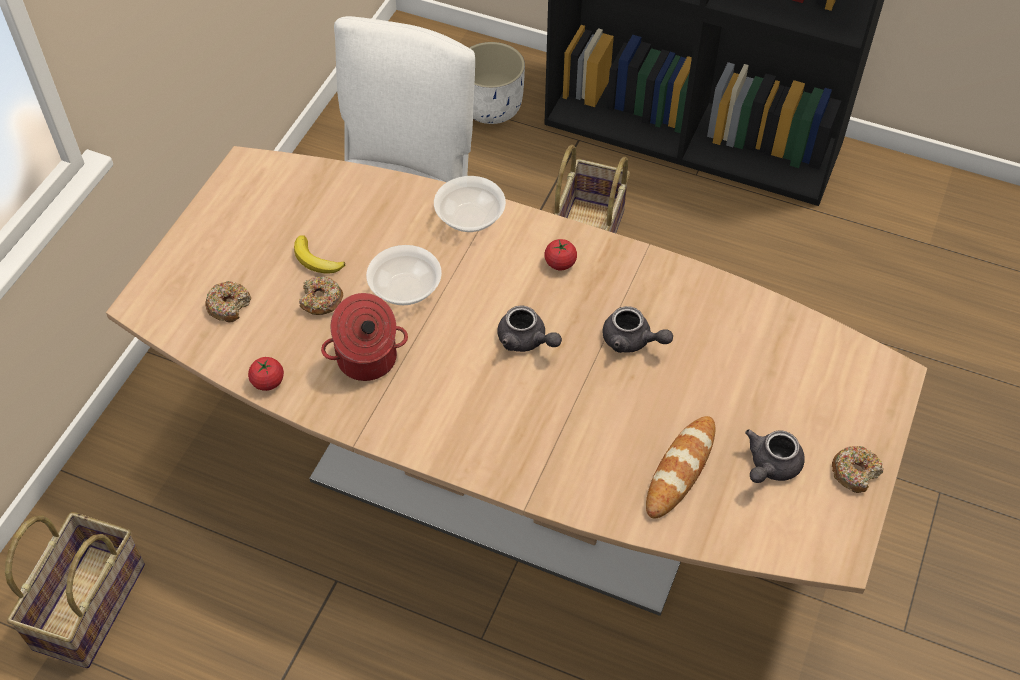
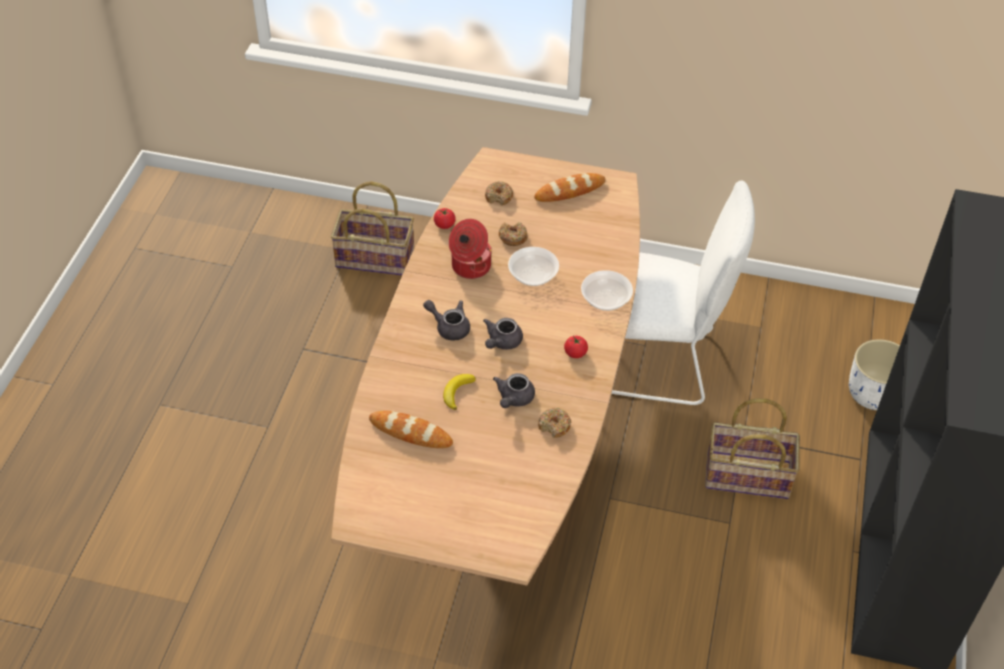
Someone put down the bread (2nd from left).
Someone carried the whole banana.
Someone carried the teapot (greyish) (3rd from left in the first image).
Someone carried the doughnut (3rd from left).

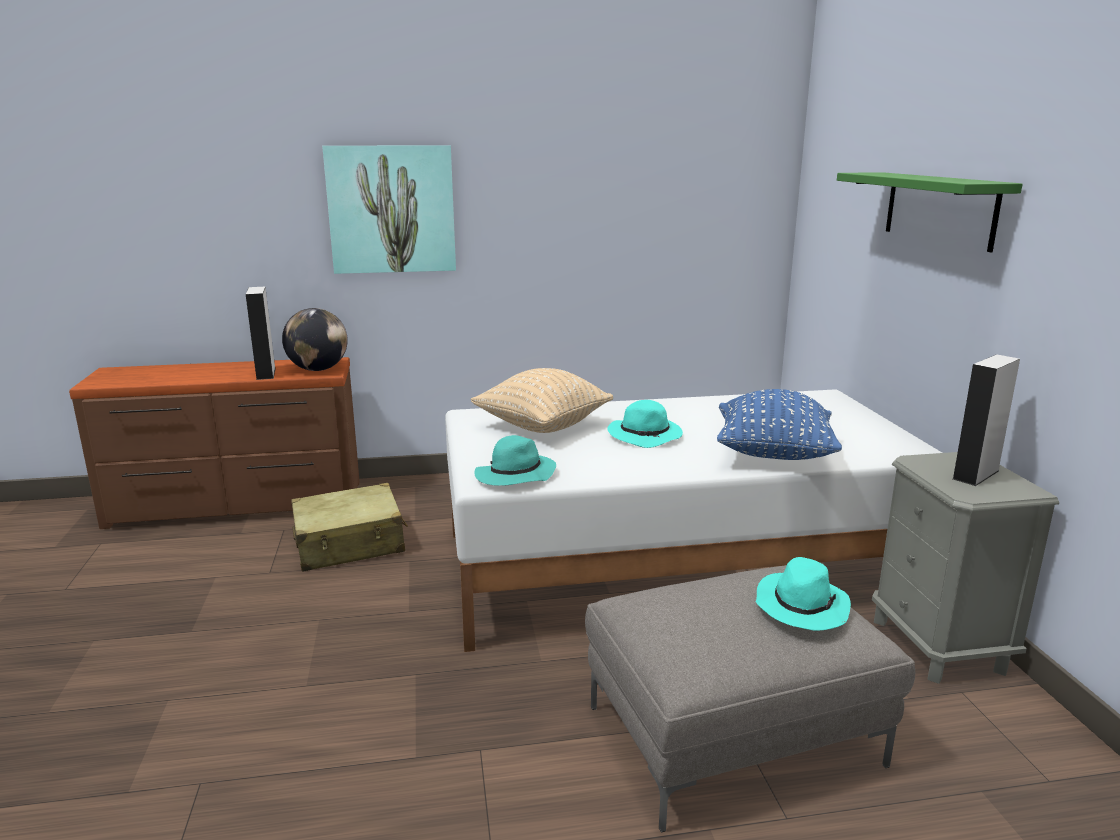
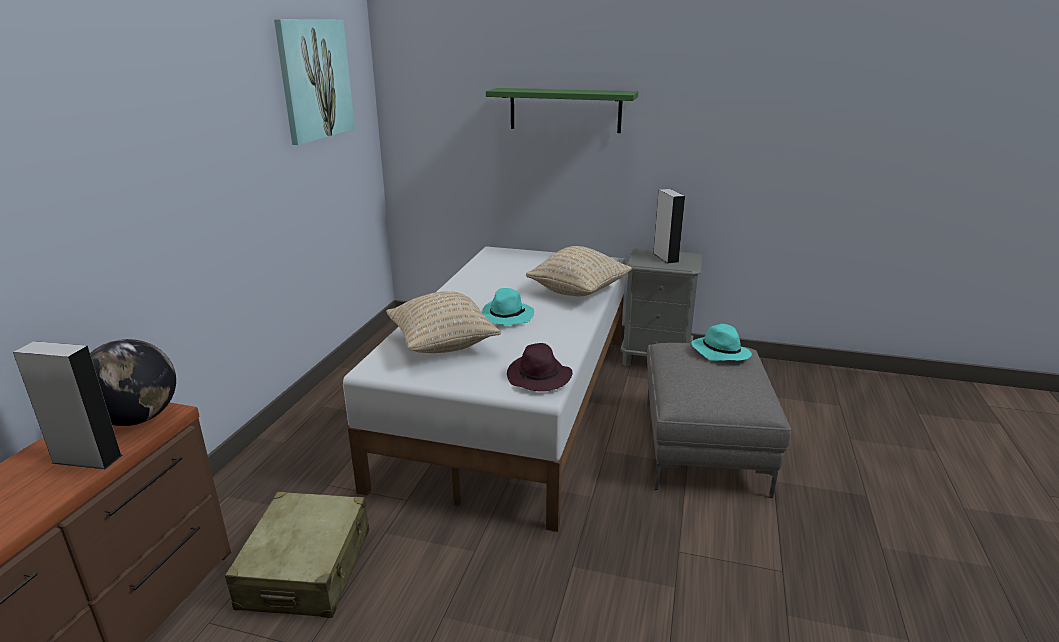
Someone carried the wall picture.
Someone repainted the wearable hat (turquoise-coloured) (1st from left), which became the wearable hat (purplish).
Someone repainted the pillow (bluish), which became the pillow (beige-coloured) (2nd from left).

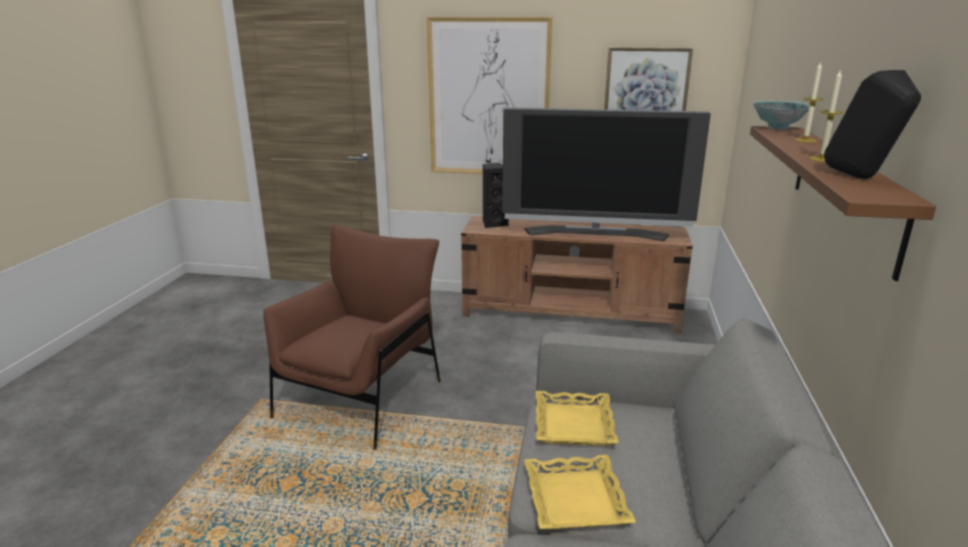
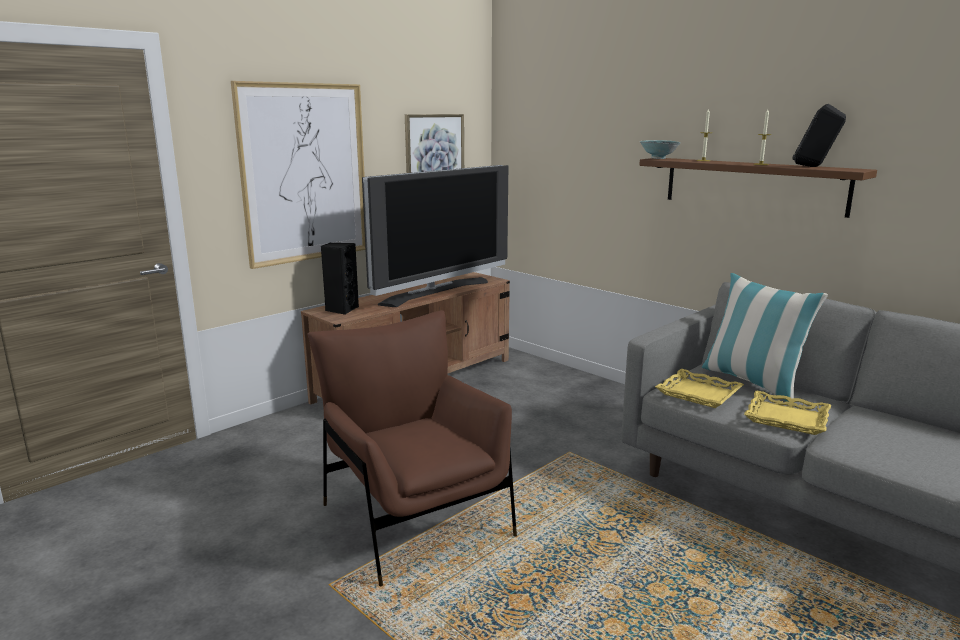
Someone put down the pillow.

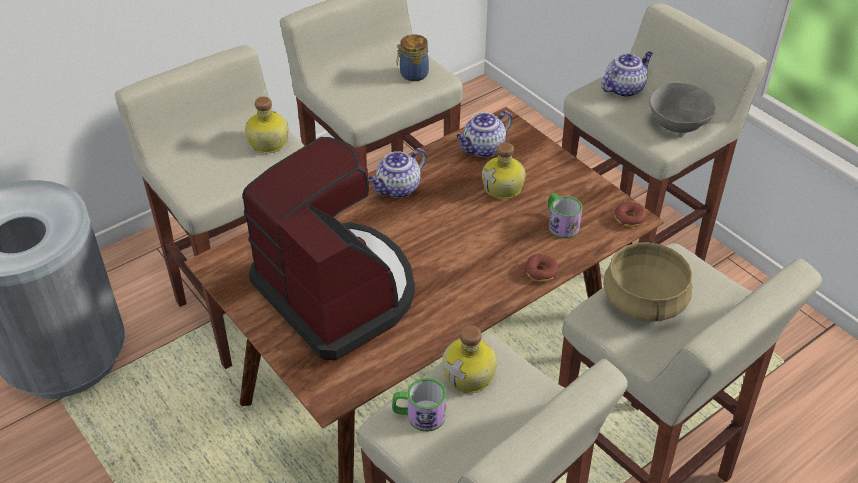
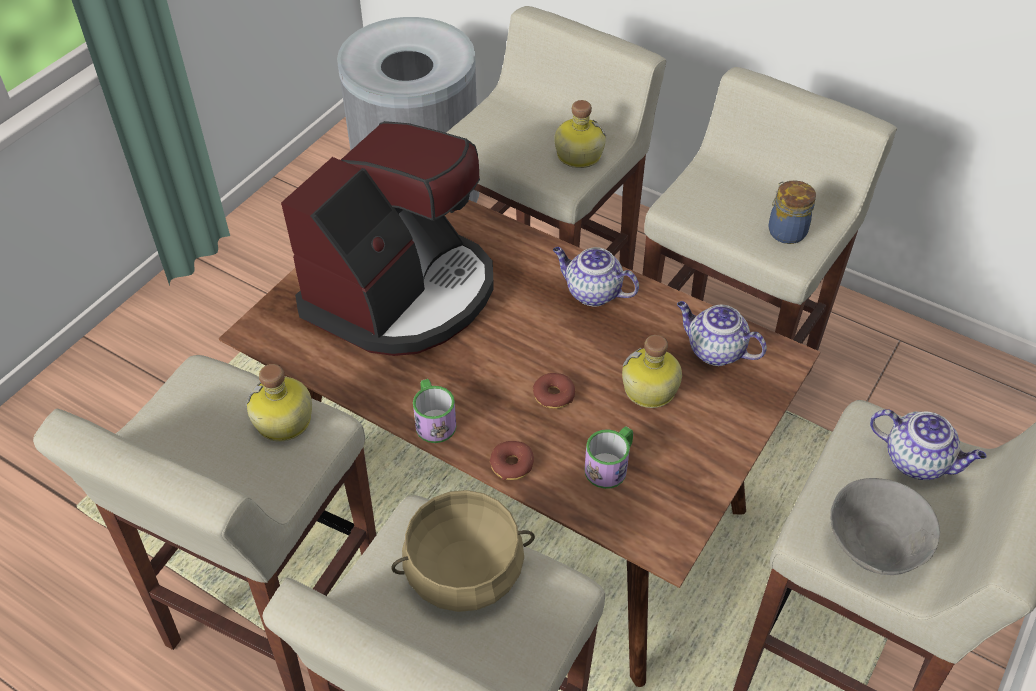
Someone carried the tea mug (1st from left).
Someone carried the doughnut (2nd from left).

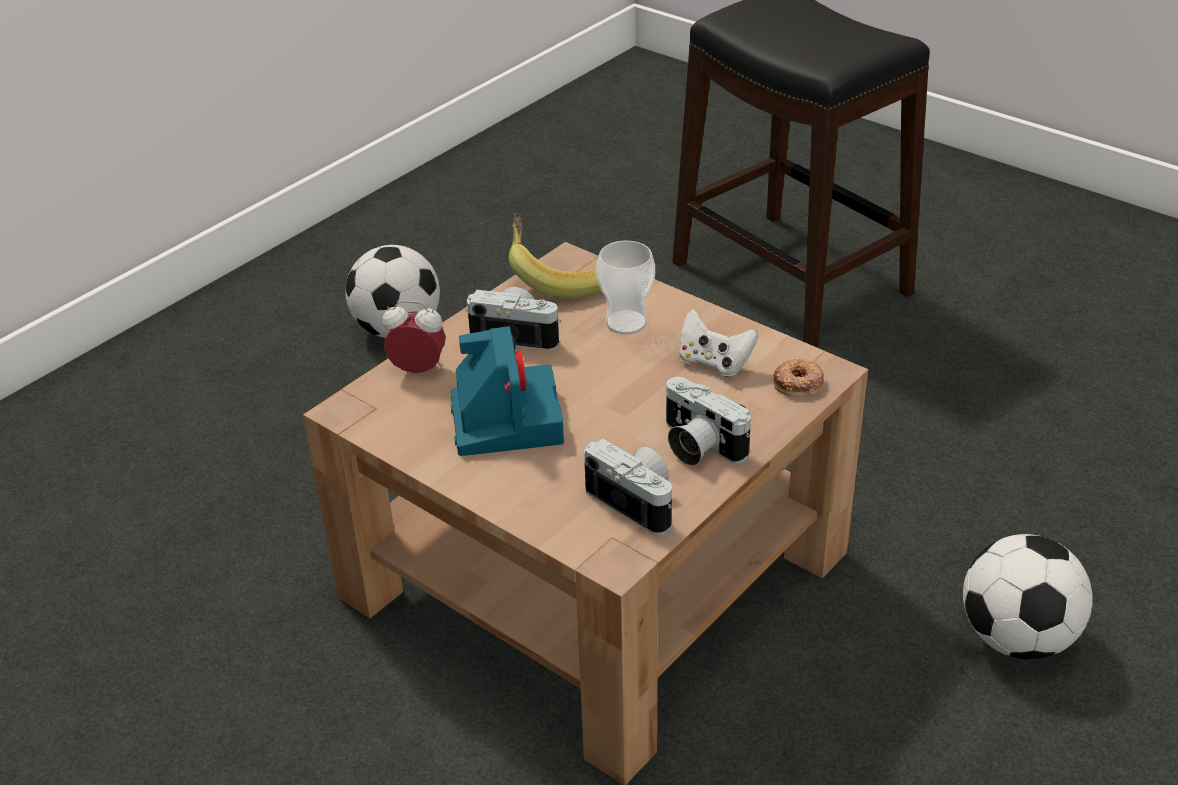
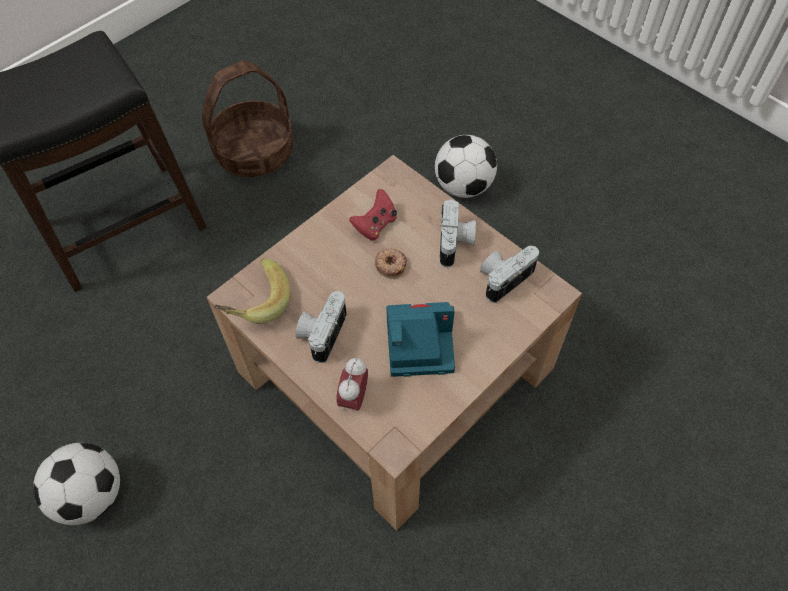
Someone took away the small cup.
Someone put down the basket.
Someone carried the doughnut.
Someone repainted the joypad (white), which became the joypad (red-coloured).
Someone rotated the photo camera (4th from left in the first image) by 45 degrees counterclockwise.

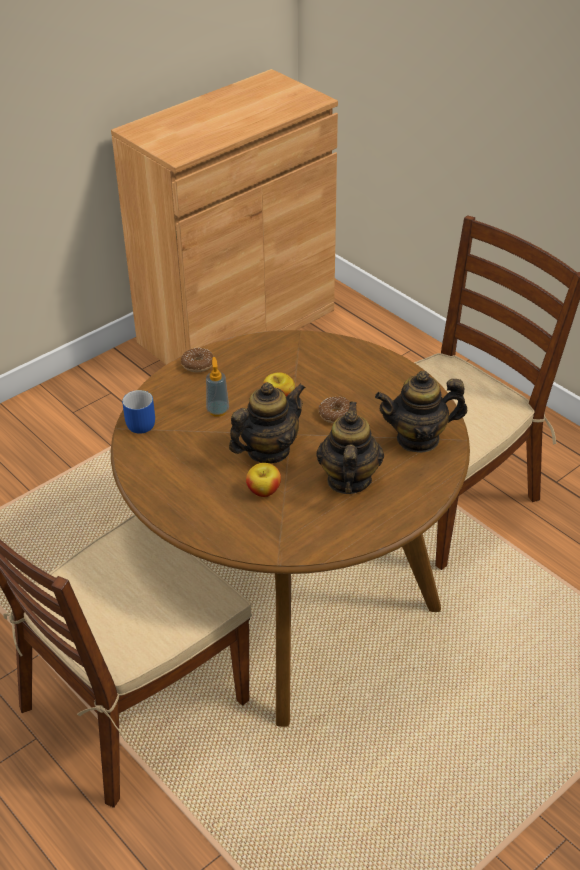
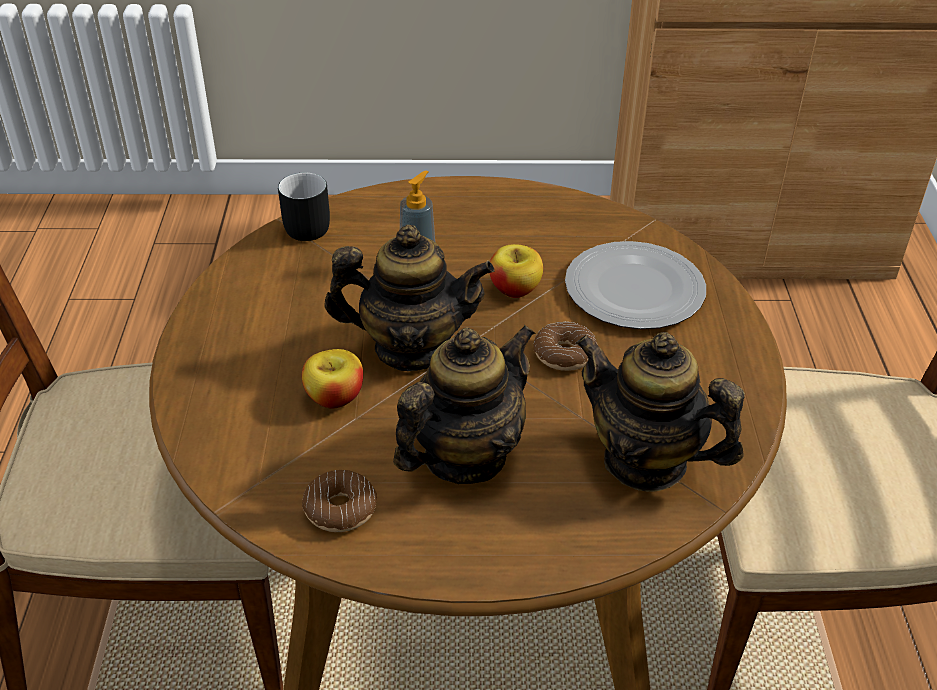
Someone put down the plate.
Someone carried the doughnut (1st from left).
Someone repainted the tea mug (bluish), which became the tea mug (blackish).

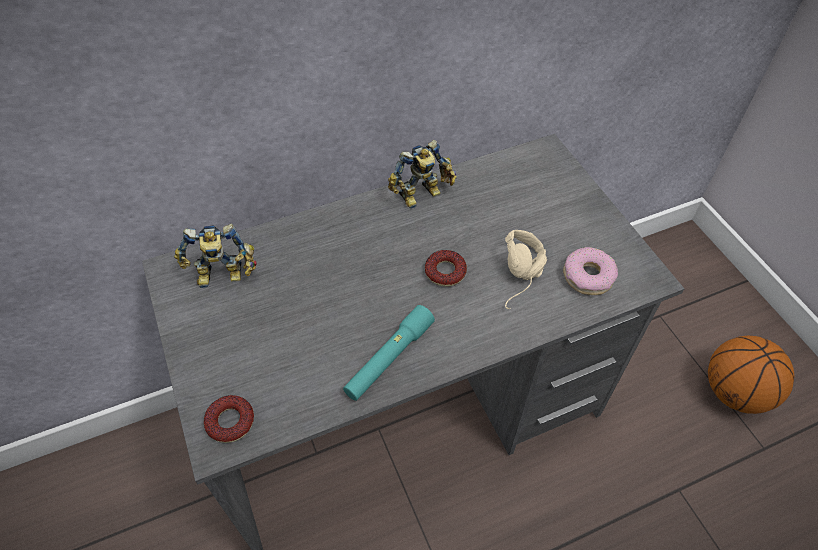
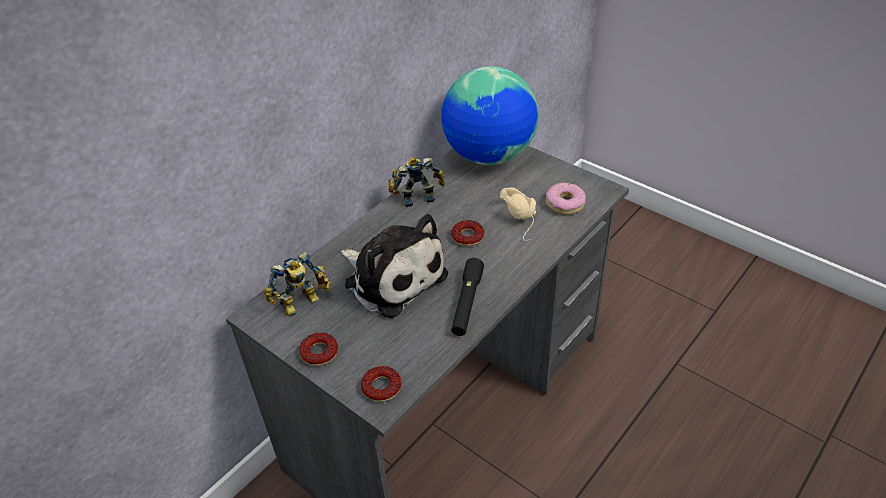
Someone took away the basketball ball.
Someone put down the doughnut (1st from left).
Someone put down the cuddly toy.
Someone put down the desk globe.
Someone repainted the hand torch (turquoise-coloured), which became the hand torch (blackish).
Someone rotated the robot figure (2nd from left) by 135 degrees counterclockwise.

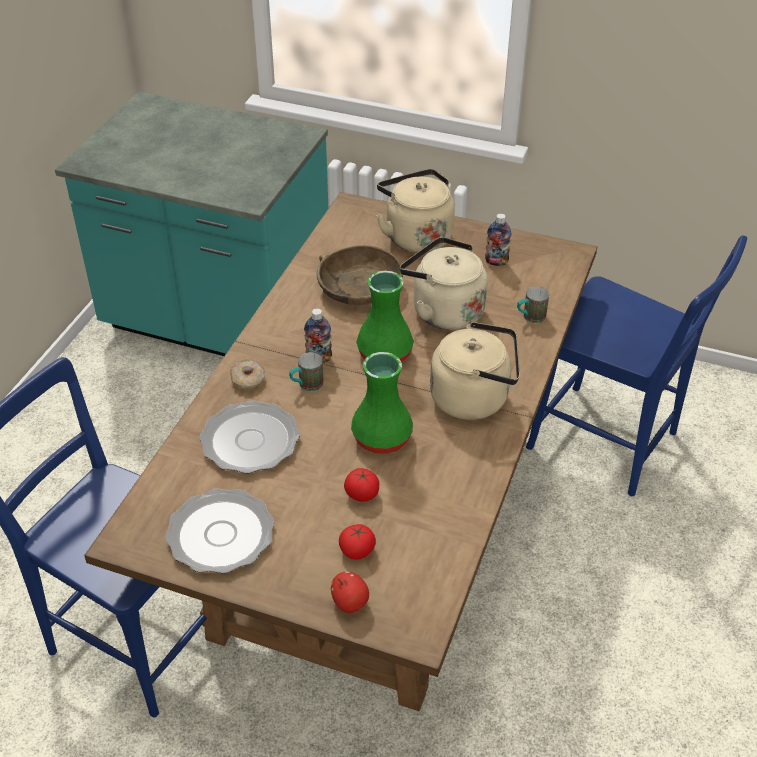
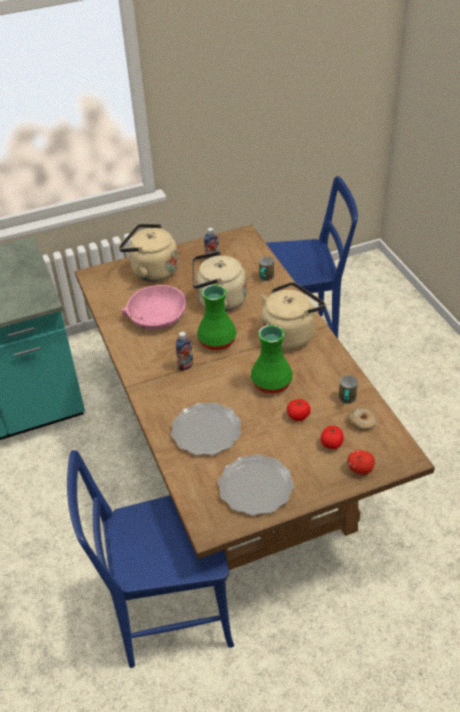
Someone carried the doughnut.
Someone carried the tea mug (1st from left in the first image).
Someone repainted the deep dish (brown-coloured), which became the deep dish (pink).

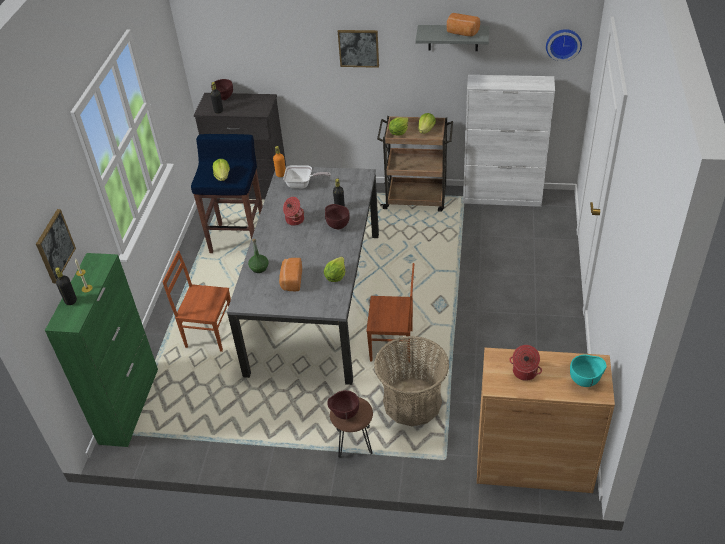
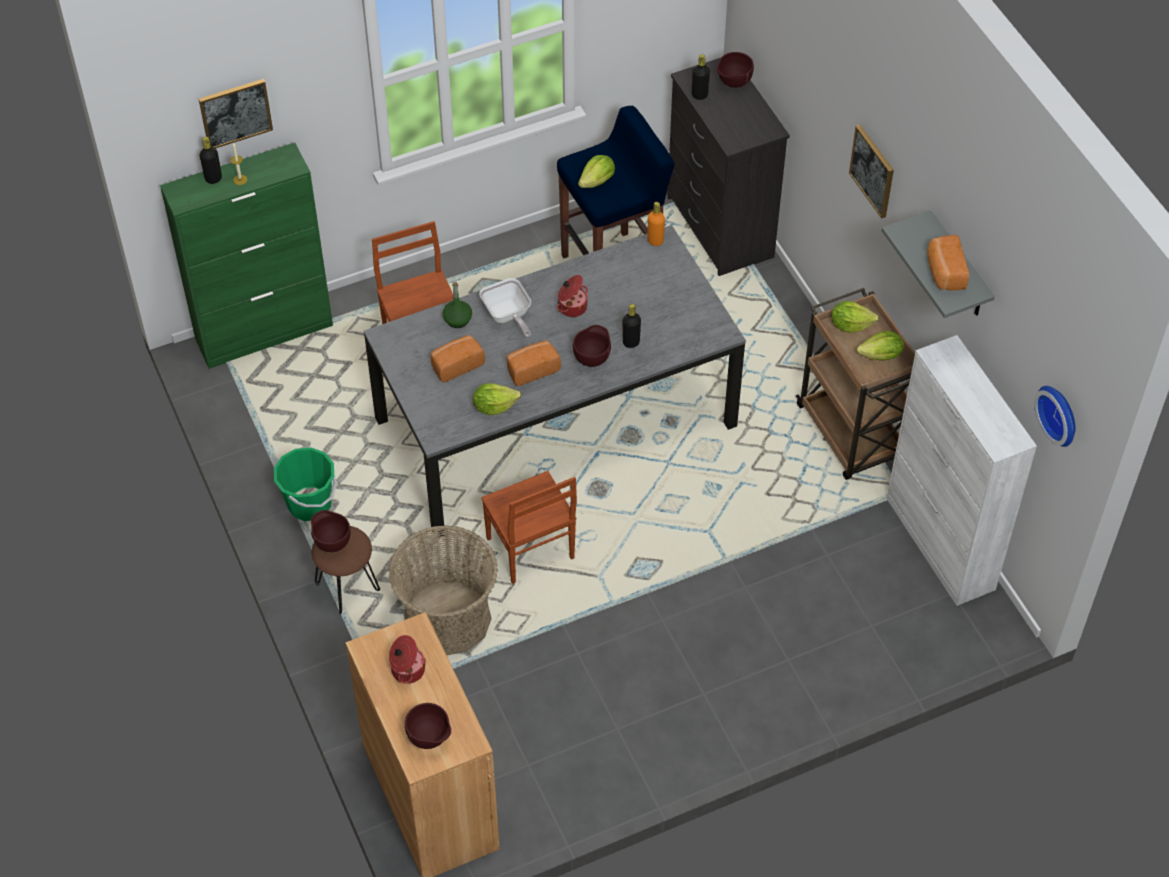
Someone put down the bucket (greenish).
Someone put down the bread (2nd from left).
Someone carried the skillet.
Someone repainted the deep dish (turquoise-coloured), which became the deep dish (brown-coloured) (2nd from left).

